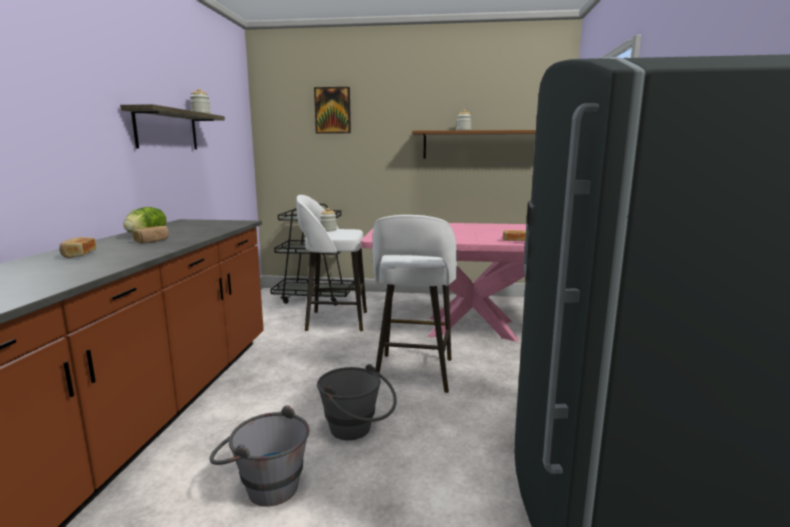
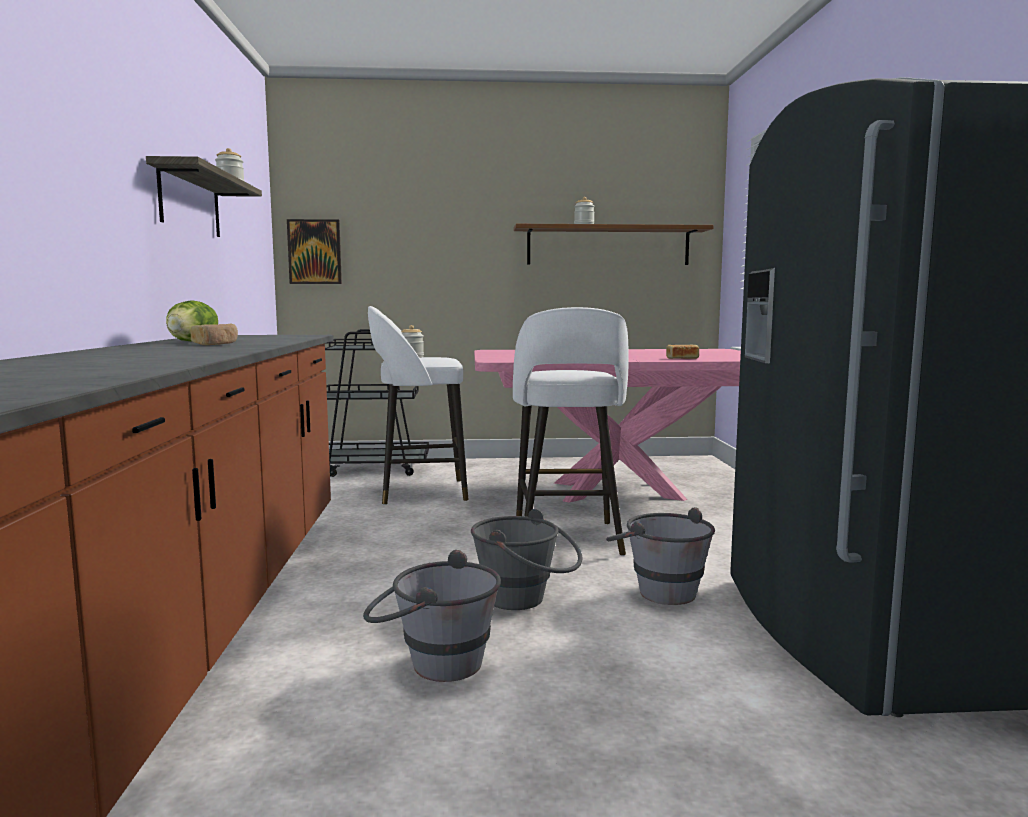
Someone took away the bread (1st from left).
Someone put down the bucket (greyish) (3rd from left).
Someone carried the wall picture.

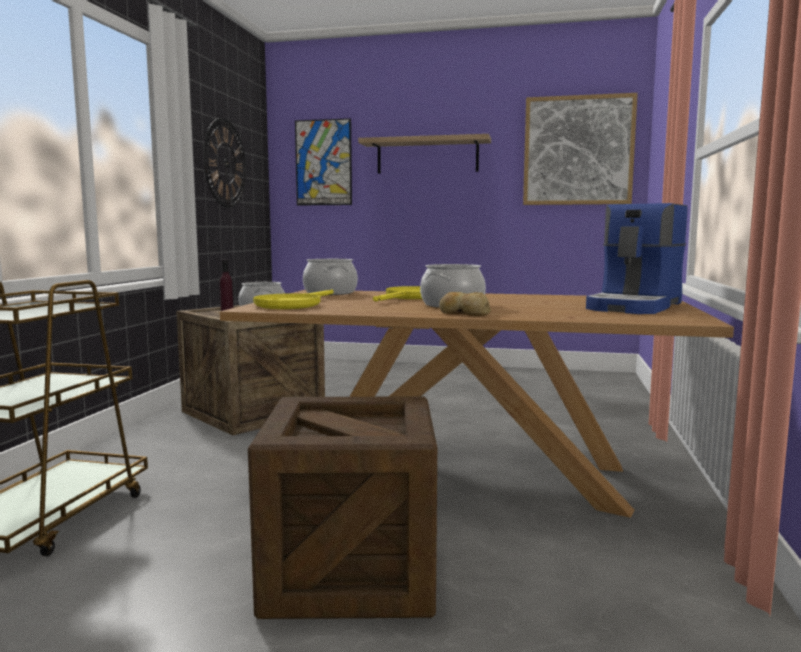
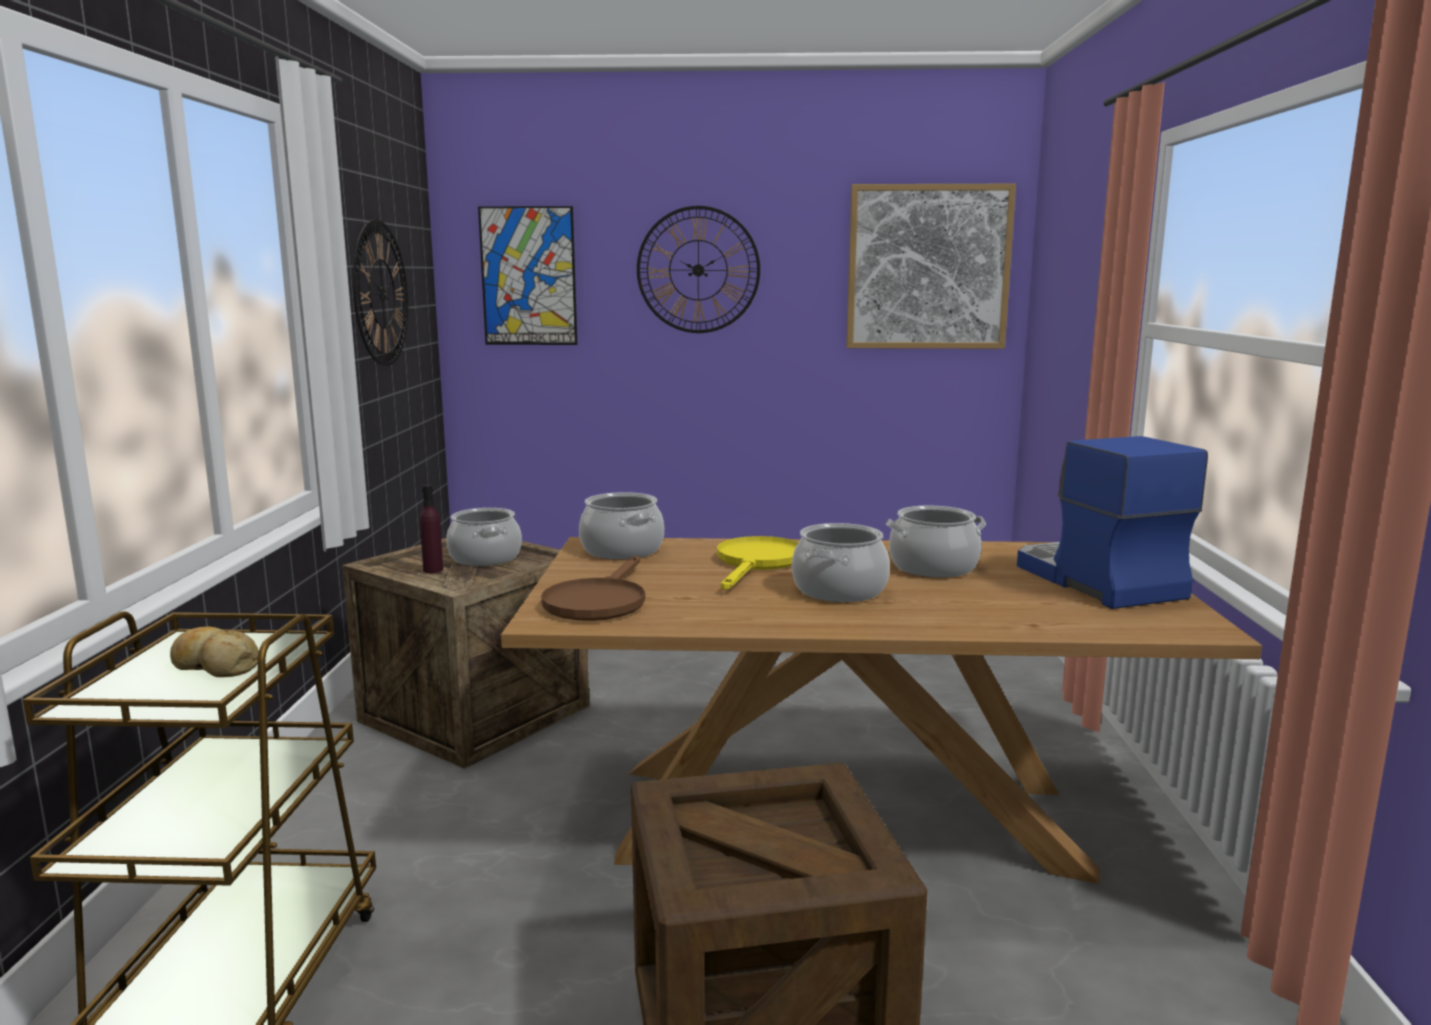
Someone put down the cooking pot (4th from left).
Someone carried the bread.
Someone swapped the wall shelf for the clock on the wall (2nd from left).
Someone repainted the skillet (yellow-coloured) (1st from left), which became the skillet (brown-coloured).
Someone rotated the coffee maker by 135 degrees clockwise.

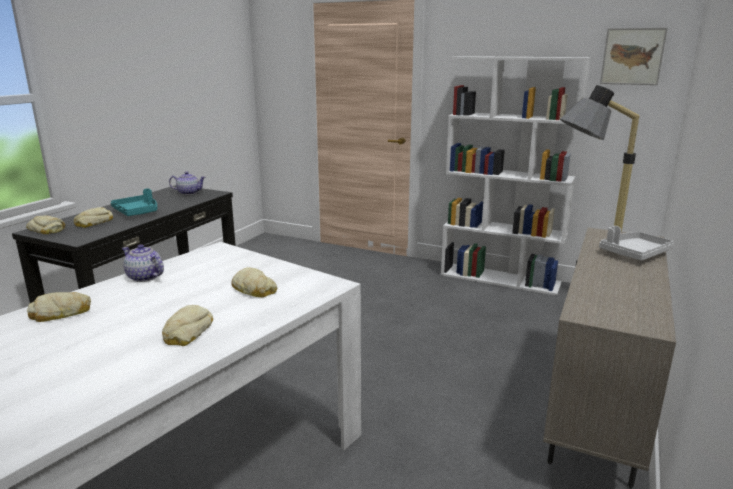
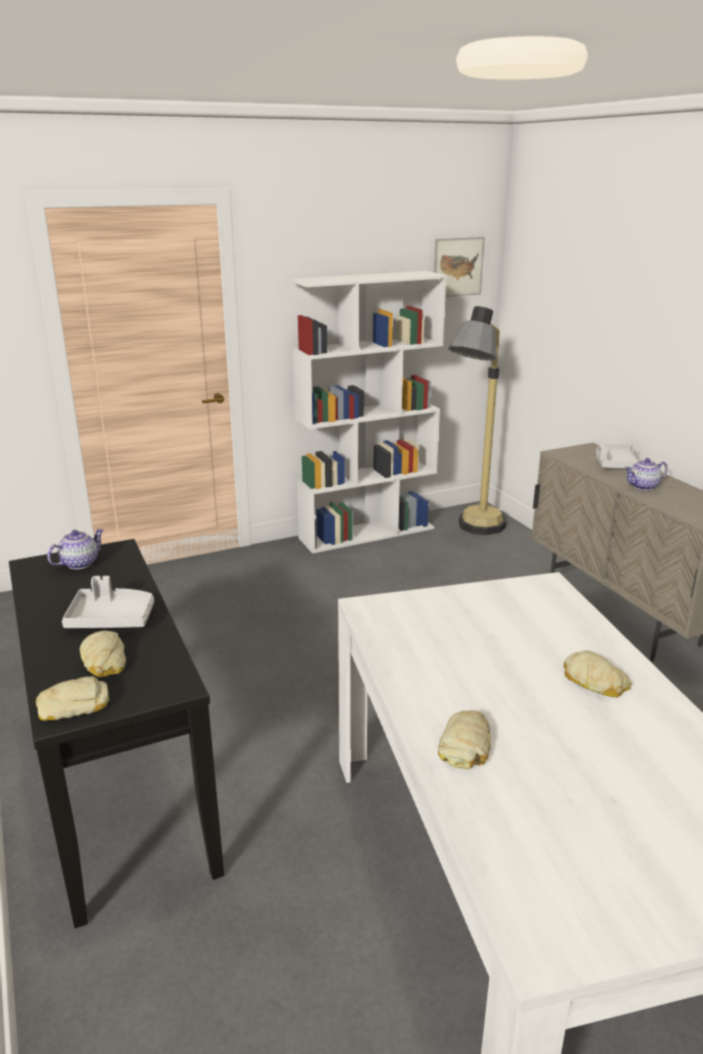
Someone took away the bread (5th from left).
Someone carried the teapot (1st from left in the first image).
Someone repainted the carrying tray (turquoise-coloured), which became the carrying tray (greyish) (1st from left).

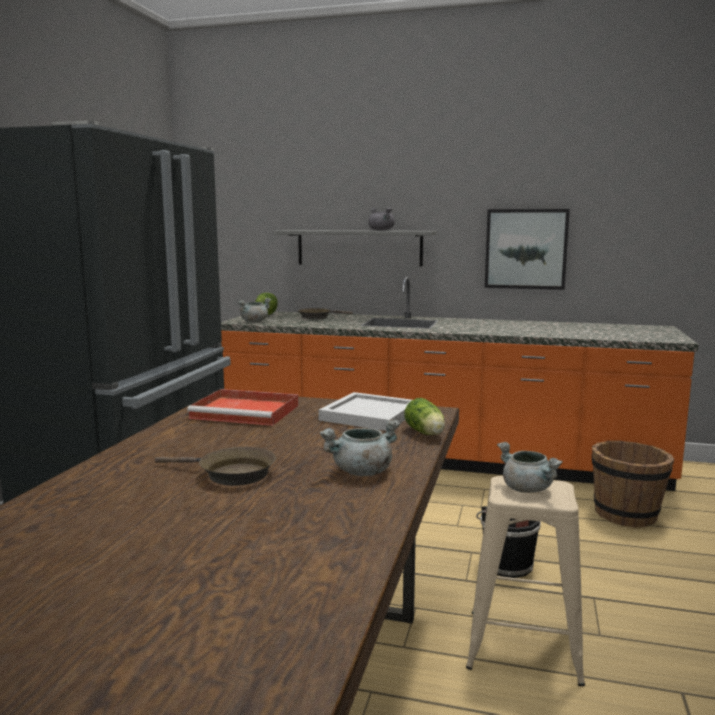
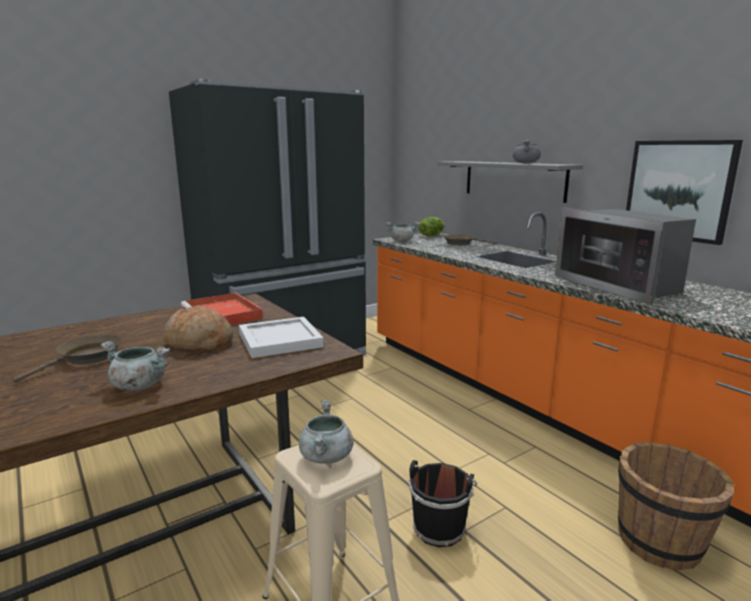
Someone took away the head of lettuce (2nd from left).
Someone put down the bread.
Someone put down the microwave.
Someone rotated the skillet (brown-coloured) (1st from left) by 120 degrees counterclockwise.

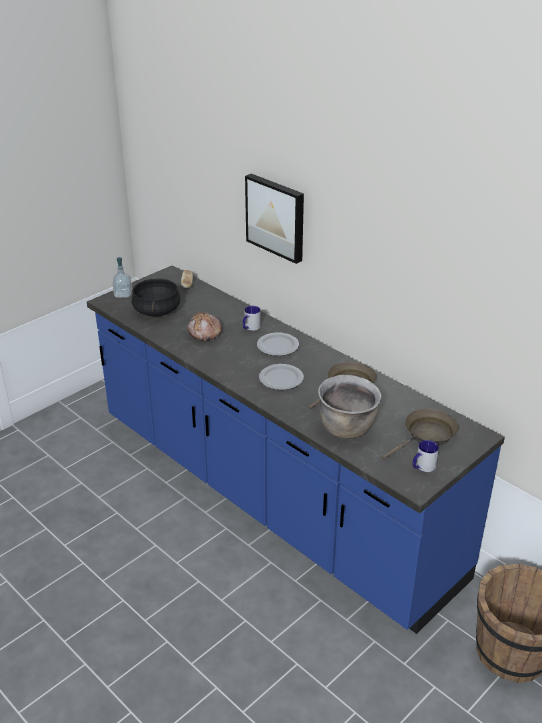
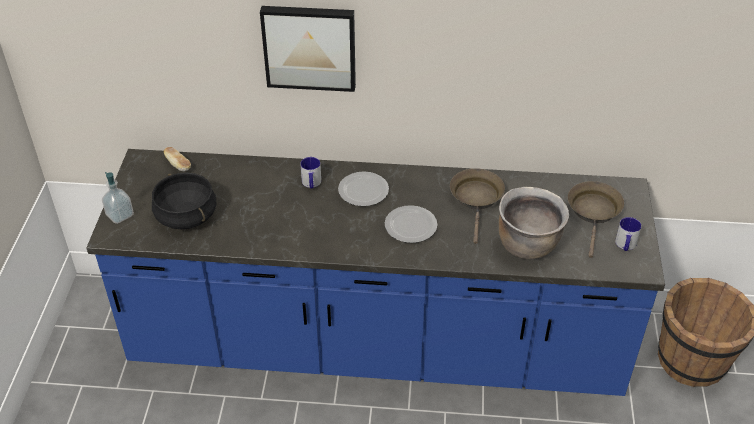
Someone took away the bread (2nd from left).

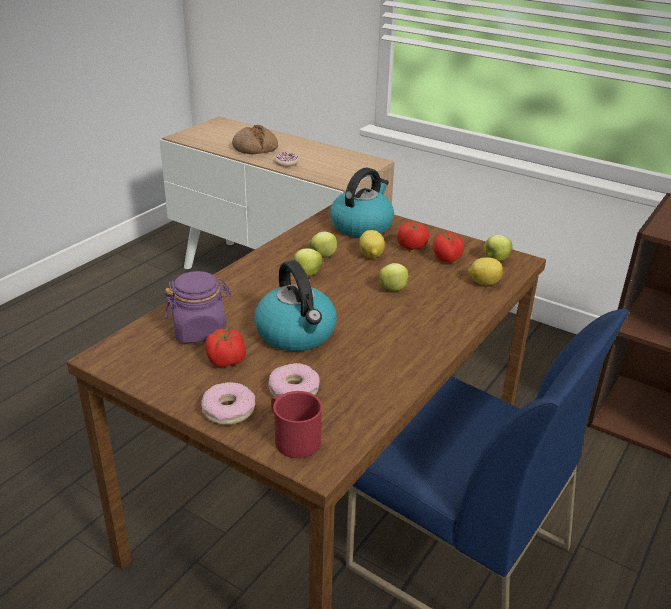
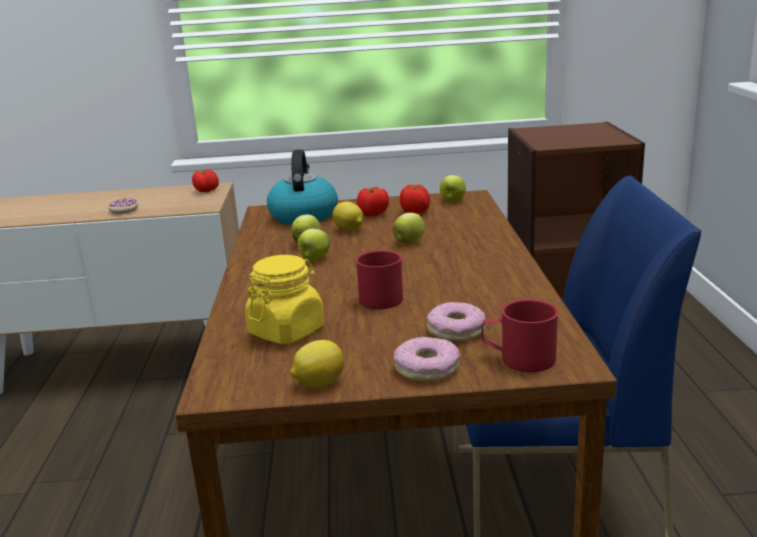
Someone took away the bread.
Someone carried the fresh tomato (1st from left).
Someone carried the whole lemon (2nd from left in the first image).
Someone swapped the tea kettle (1st from left) for the tea mug (red-coloured) (1st from left).
Someone repainted the preserve jar (purplish), which became the preserve jar (yellow-coloured).

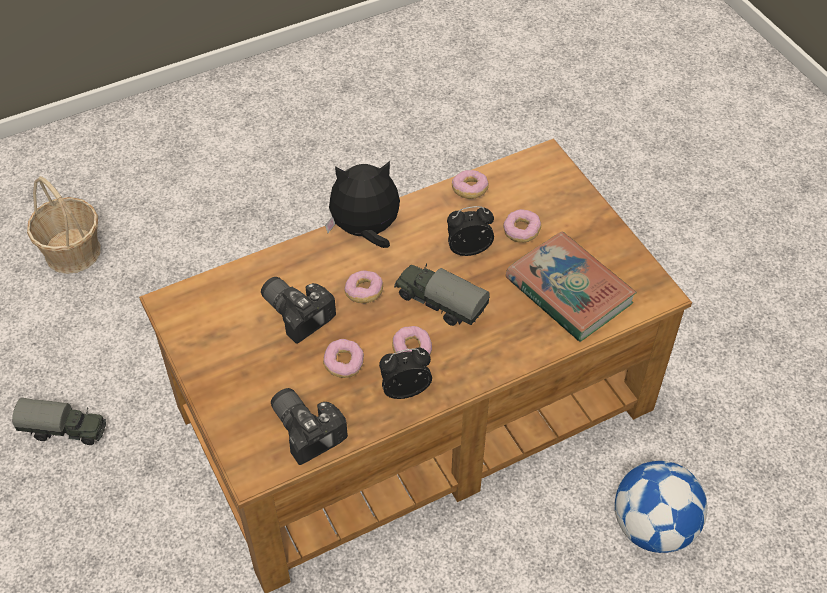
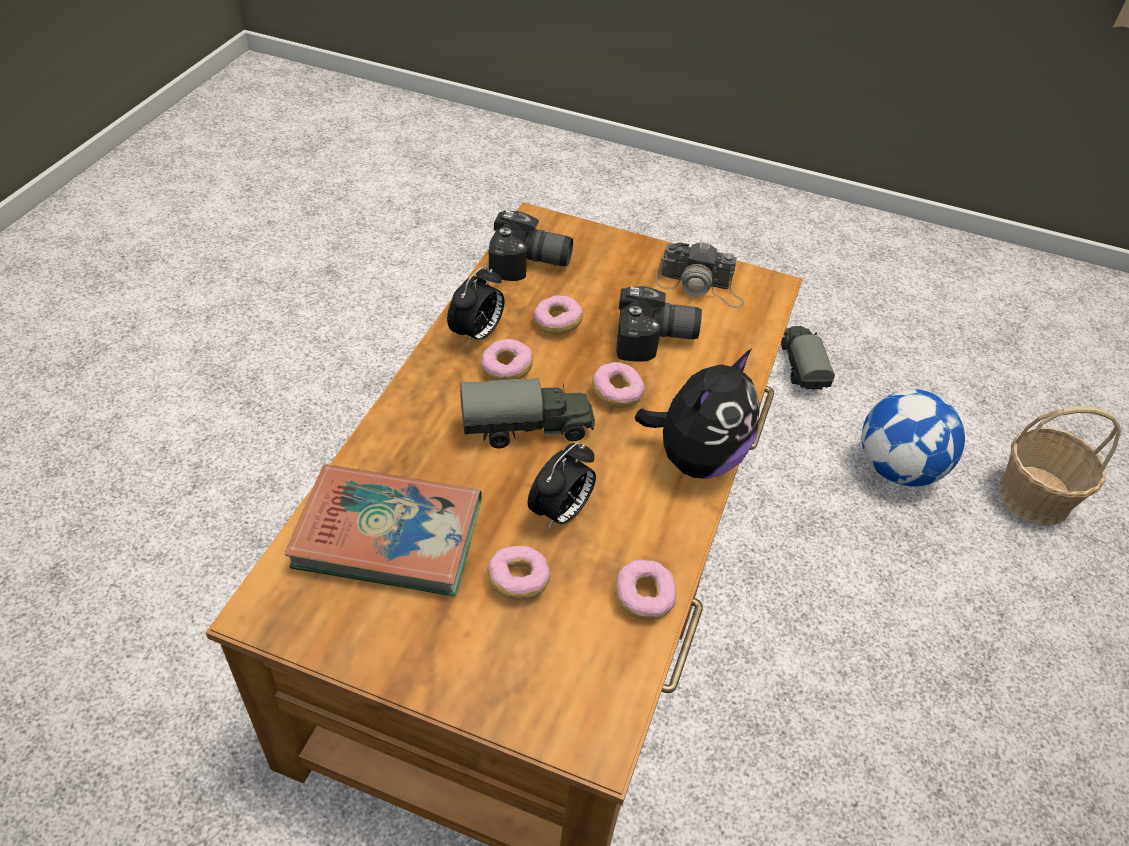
Someone put down the photo camera (3rd from left).
Someone carried the football.
Someone rotated the model truck (1st from left in the first image) by 120 degrees clockwise.

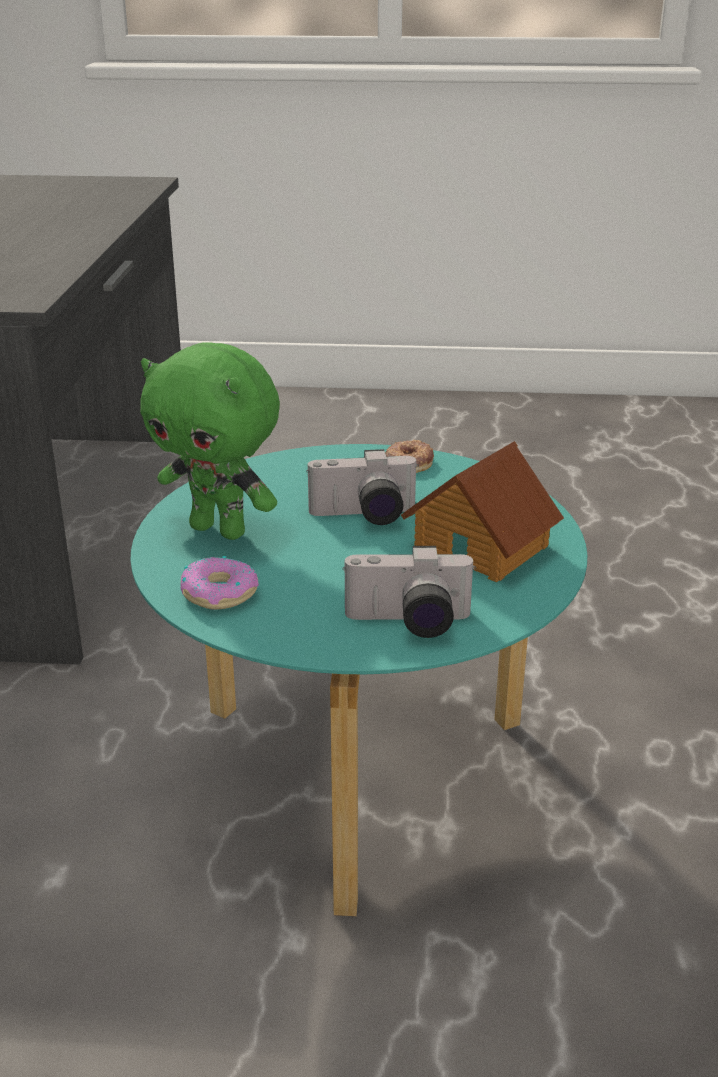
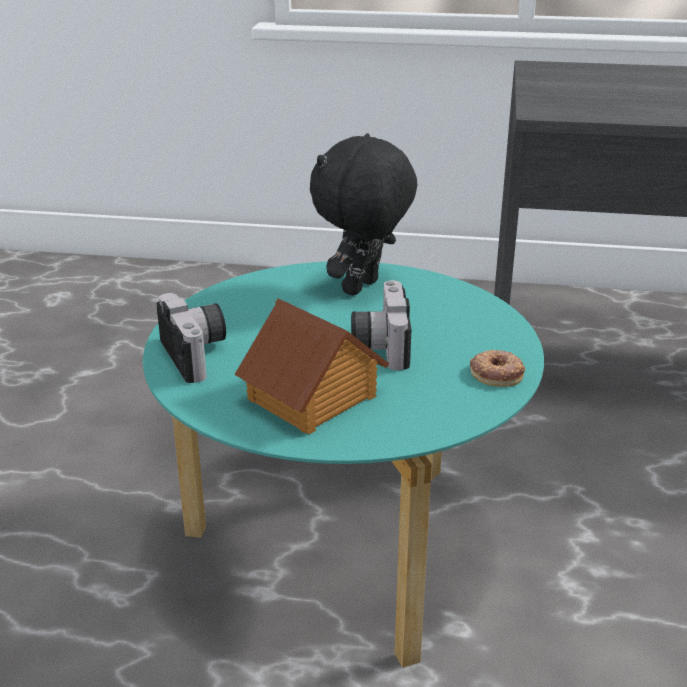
Someone took away the doughnut (1st from left).
Someone repainted the cuddly toy (greenish), which became the cuddly toy (blackish).
Someone rotated the photo camera (2nd from left in the first image) by 150 degrees clockwise.

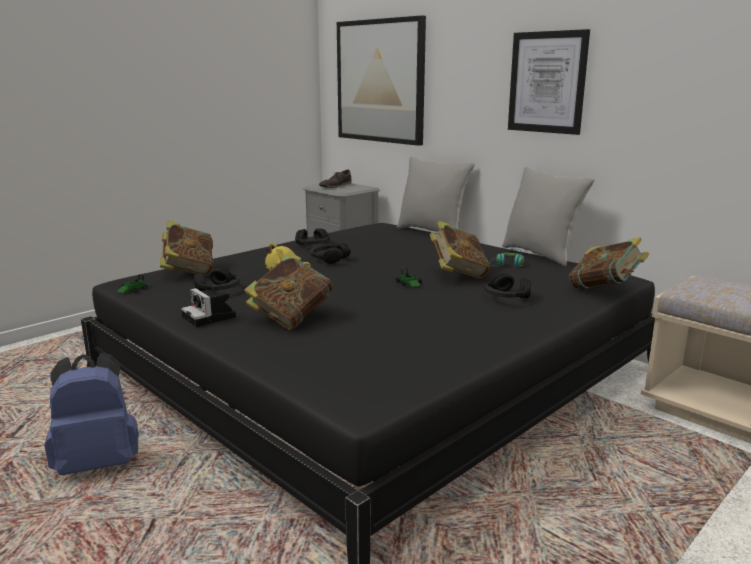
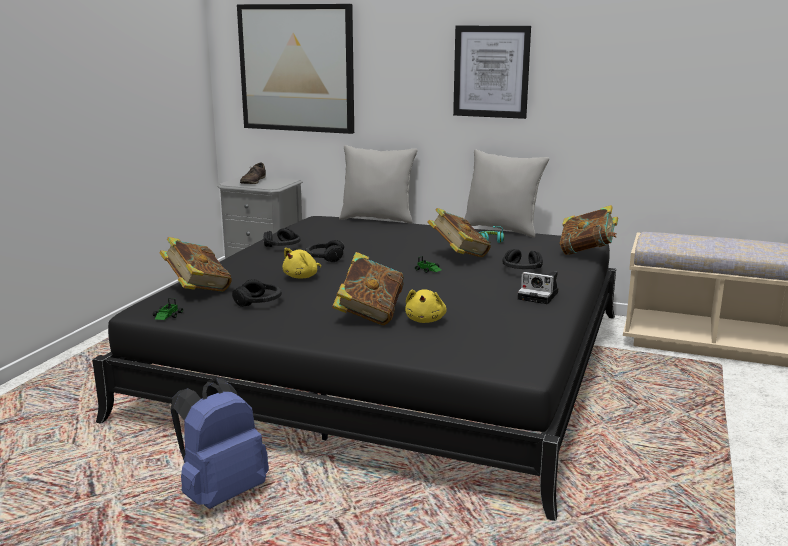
Someone put down the cuddly toy (yellow-coloured) (2nd from left).
Someone carried the photo camera.

